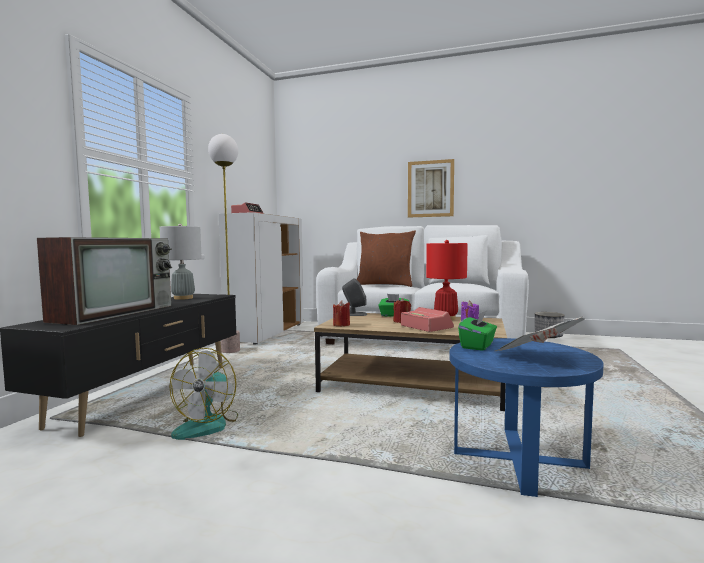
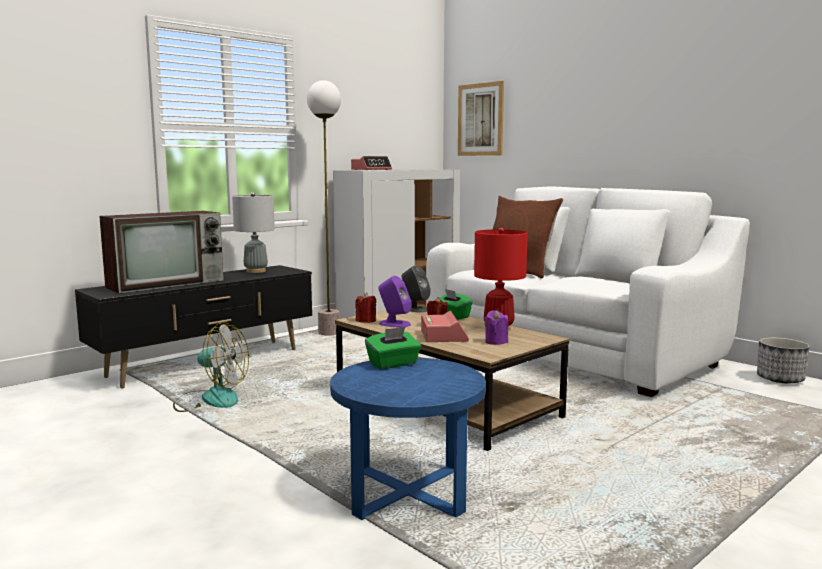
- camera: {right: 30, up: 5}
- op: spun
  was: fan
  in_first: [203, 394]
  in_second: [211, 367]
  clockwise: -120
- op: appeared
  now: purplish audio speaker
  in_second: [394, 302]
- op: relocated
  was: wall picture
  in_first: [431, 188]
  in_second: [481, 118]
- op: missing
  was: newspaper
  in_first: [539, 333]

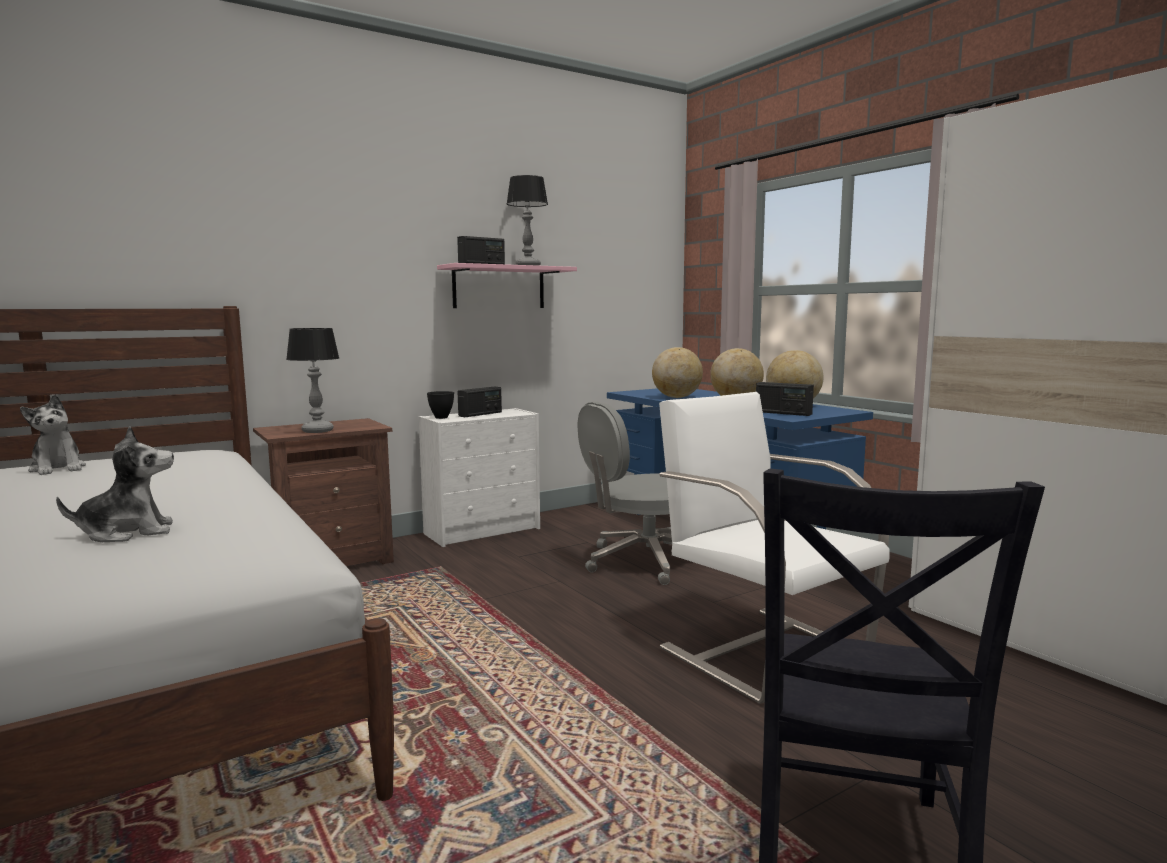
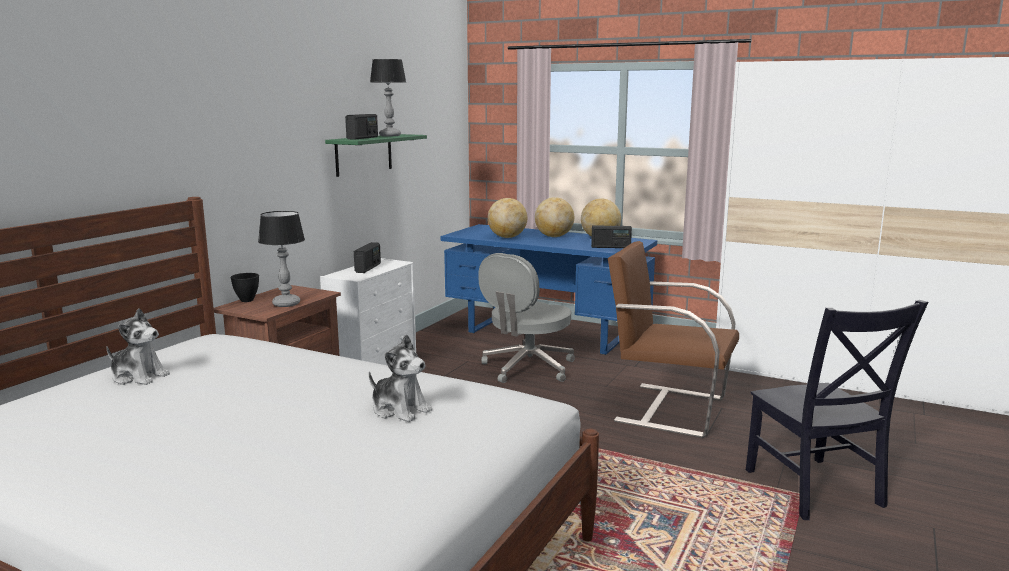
- camera: {right: -30, up: 5}
- op: relocated
  was: black-coloured serving bowl
  in_first: [440, 405]
  in_second: [245, 287]
- op: colour
  was: pink bracket shelf
  now: green bracket shelf
  in_first: [507, 285]
  in_second: [376, 155]
- op: spun
  was: cuddly toy
  in_first: [115, 484]
  in_second: [400, 378]
  clockwise: 90
- op: colour
  was: white armchair
  now: brown armchair
  in_first: [774, 548]
  in_second: [673, 339]

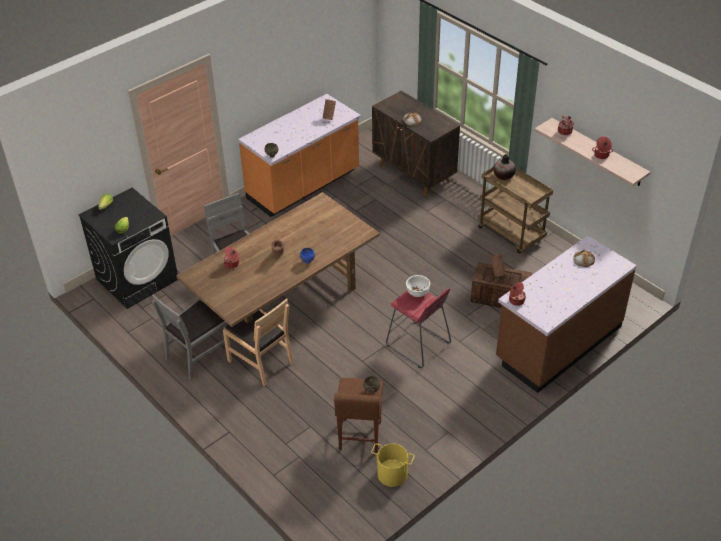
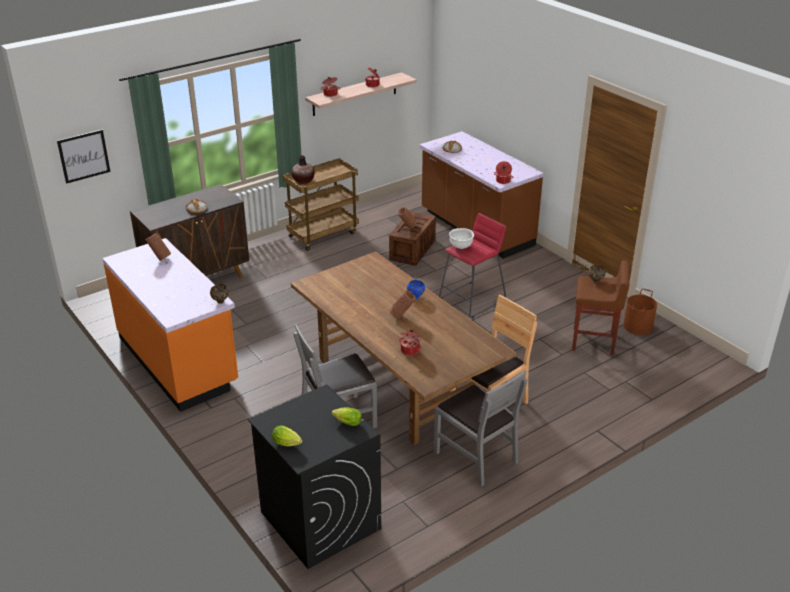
- camera: {right: -85, up: -10}
- op: appeared
  now: wall picture
  in_second: [83, 157]
- op: colour
  was: yellow water bucket
  now: brown water bucket
  in_first: [393, 465]
  in_second: [640, 312]

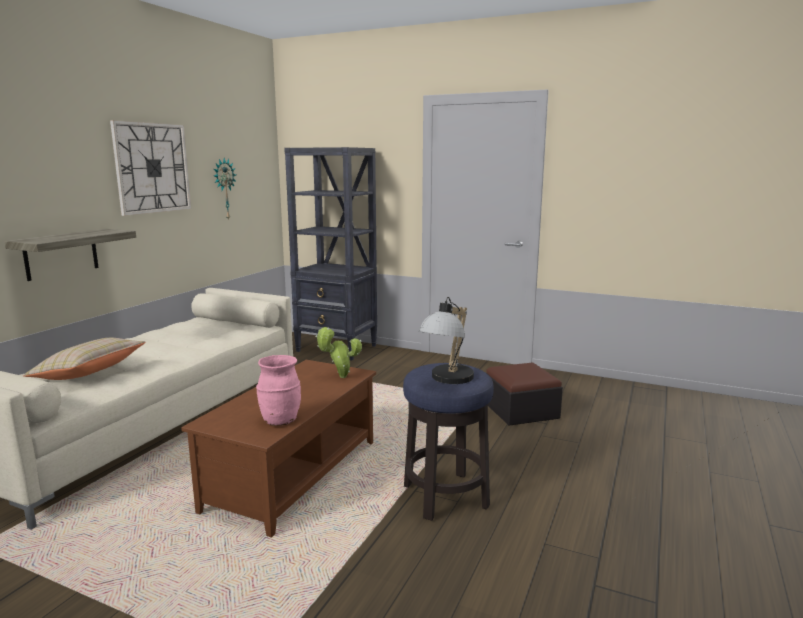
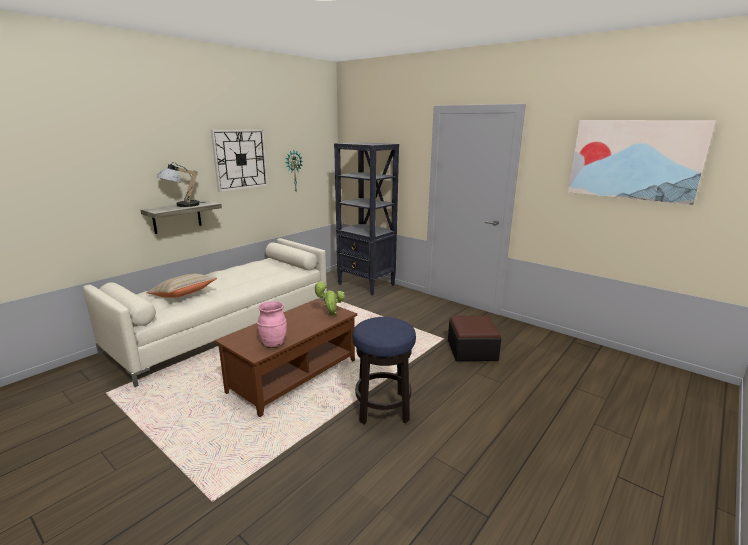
- camera: {right: 15, up: 5}
- op: relocated
  was: tabletop lamp
  in_first: [446, 340]
  in_second: [181, 184]
- op: appeared
  now: wall picture
  in_second: [642, 162]

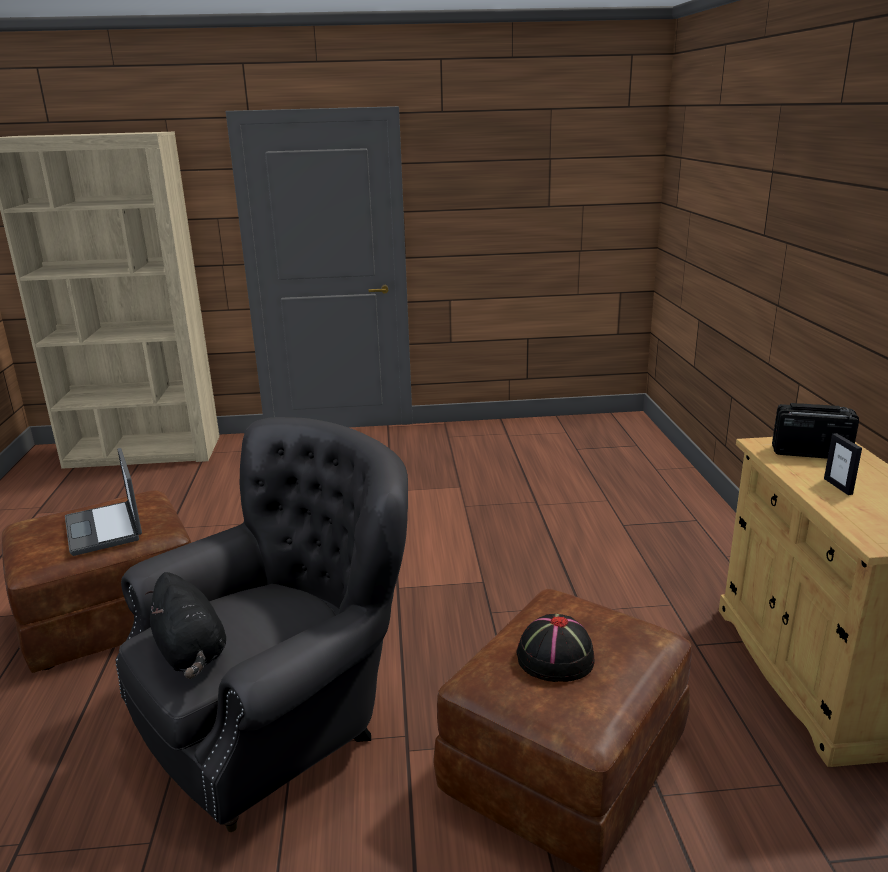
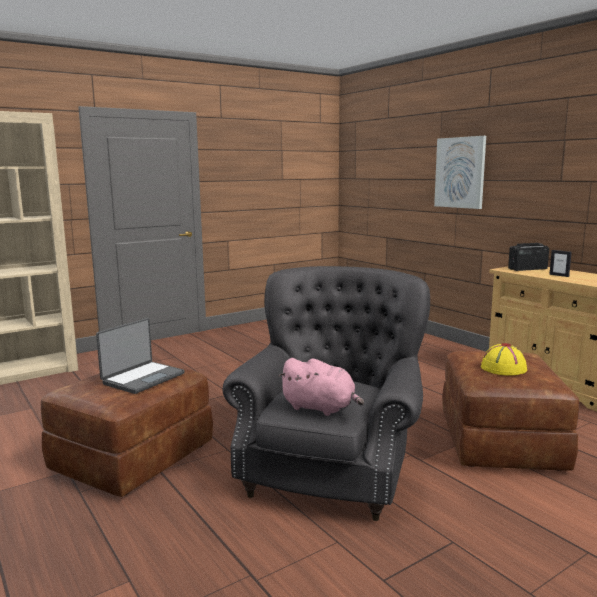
- camera: {right: -30, up: -10}
- op: spun
  was: notebook computer
  in_first: [103, 502]
  in_second: [140, 356]
  clockwise: -90
- op: colour
  was: black-coloured cuddly toy
  now: pink cuddly toy
  in_first: [185, 625]
  in_second: [321, 387]
- op: appeared
  now: wall picture
  in_second: [460, 172]
- op: colour
  was: black-coloured wearable hat
  now: yellow wearable hat
  in_first: [556, 648]
  in_second: [504, 359]

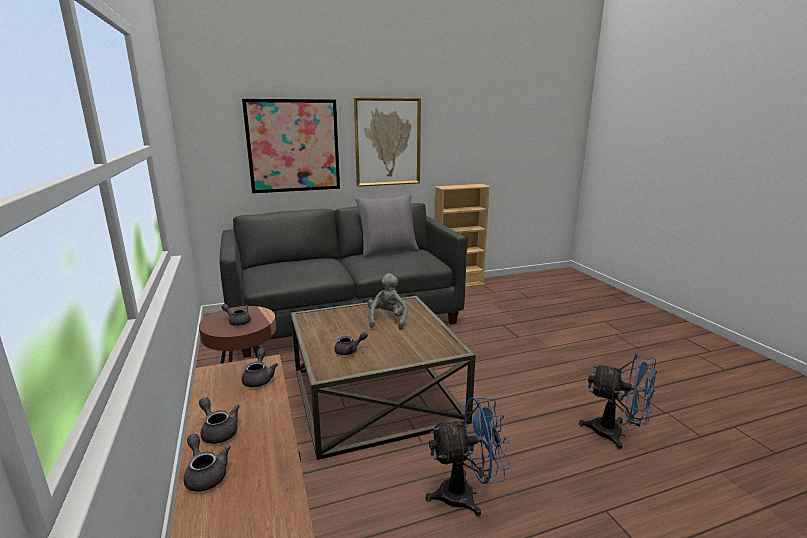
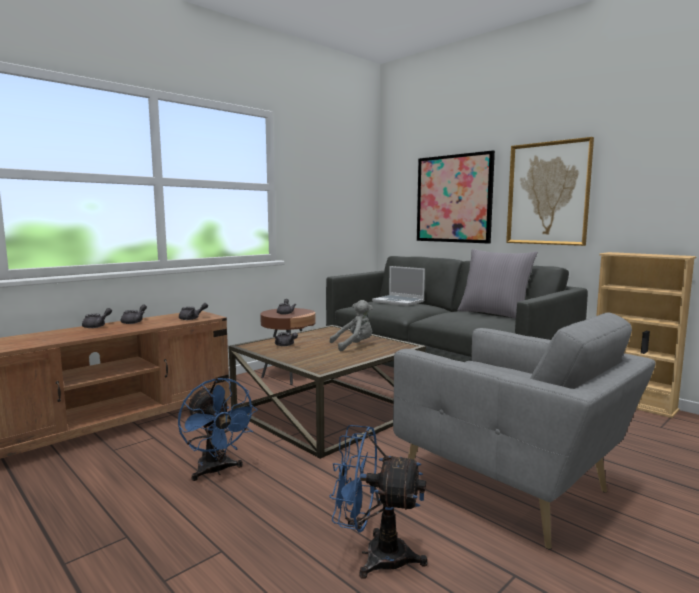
- camera: {right: 65, up: -10}
- op: spun
  was: blue-coloured fan
  in_first: [618, 401]
  in_second: [378, 502]
  clockwise: 105
- op: appeared
  now: notebook computer
  in_second: [398, 286]
- op: appeared
  now: gray armchair
  in_second: [524, 430]

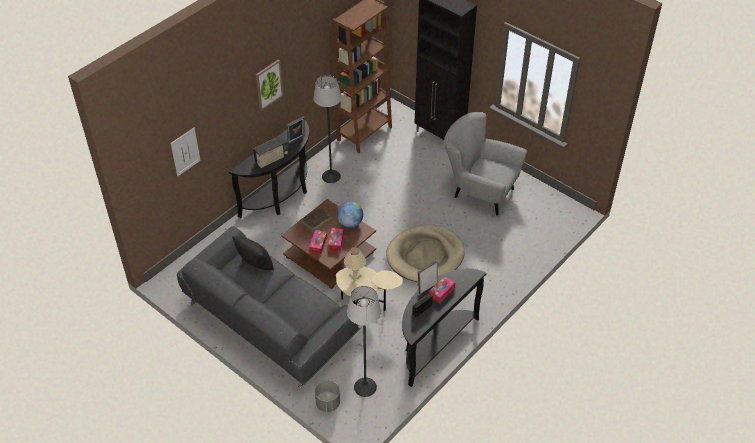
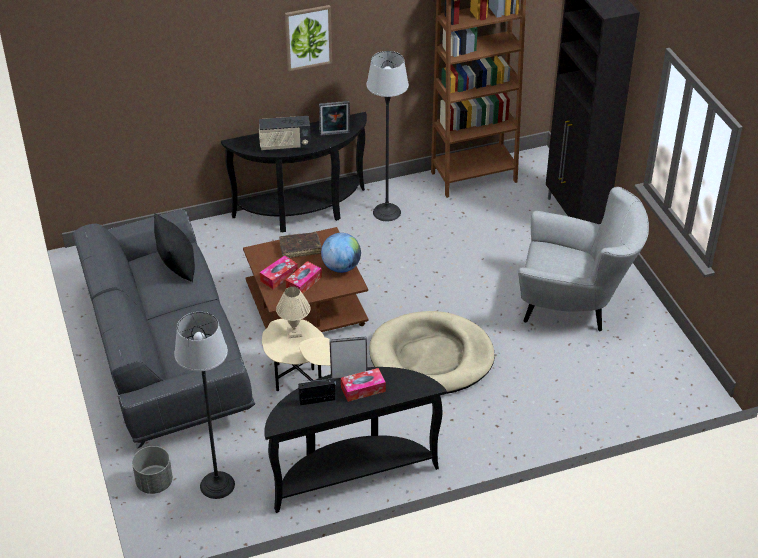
- camera: {right: 30, up: -5}
- op: spun
  was: gray armchair
  in_first: [485, 164]
  in_second: [583, 259]
  clockwise: 135
- op: missing
  was: wall picture
  in_first: [186, 152]

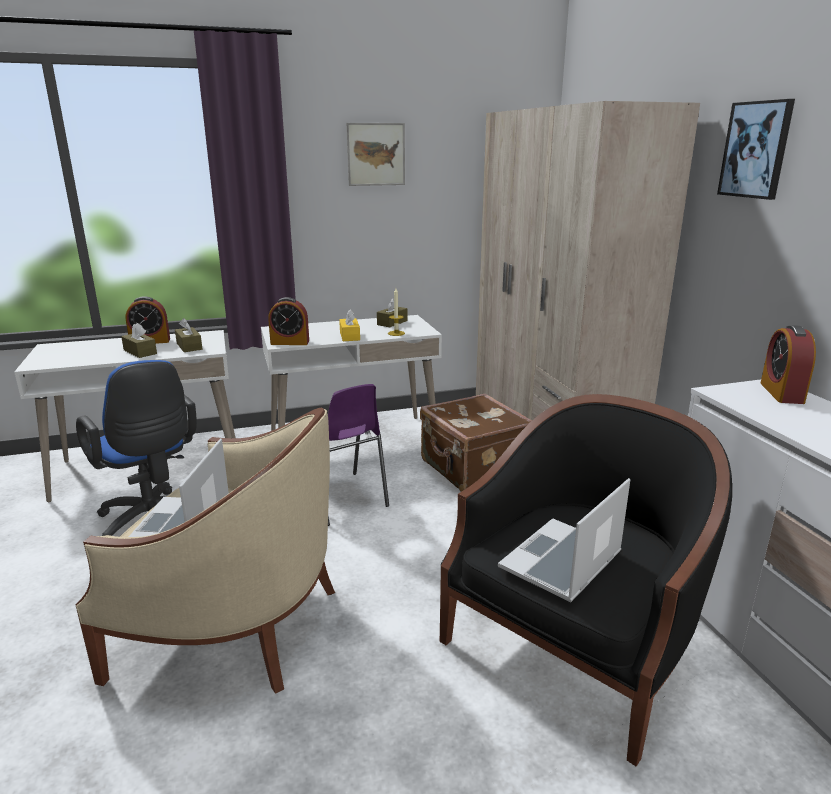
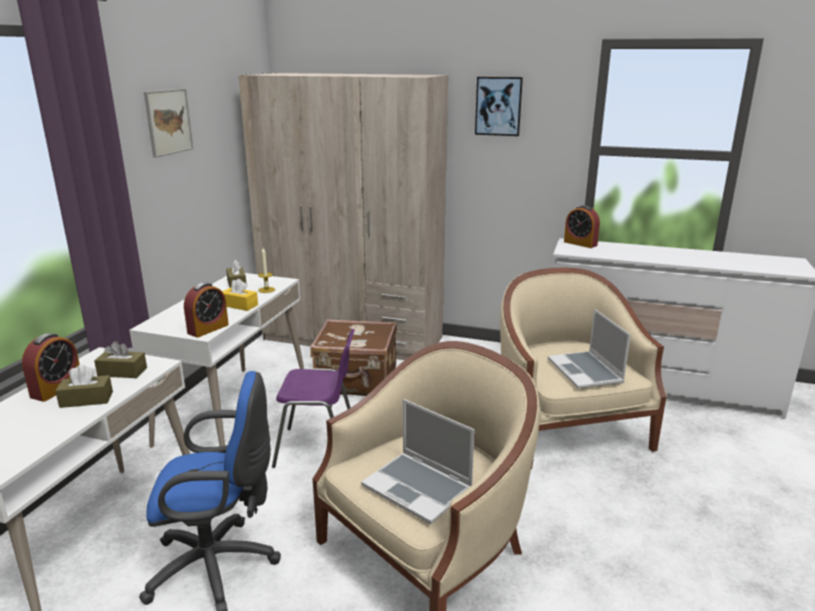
- camera: {right: -55, up: 0}
- op: colour
  was: black-coloured armchair
  now: beige armchair
  in_first: [586, 580]
  in_second: [583, 369]

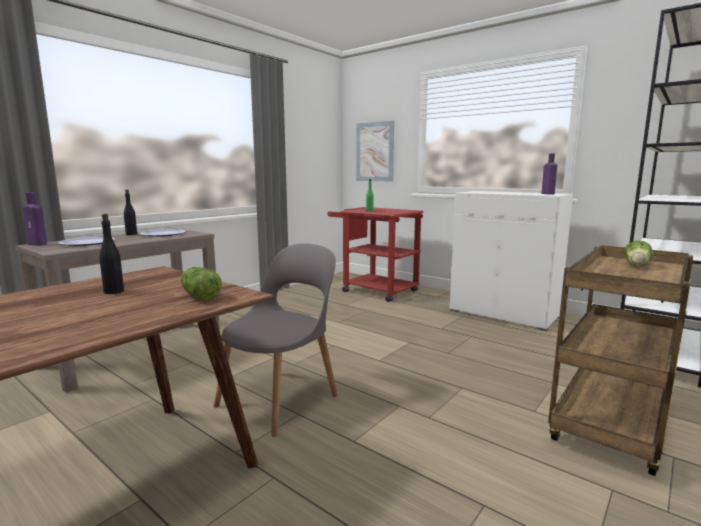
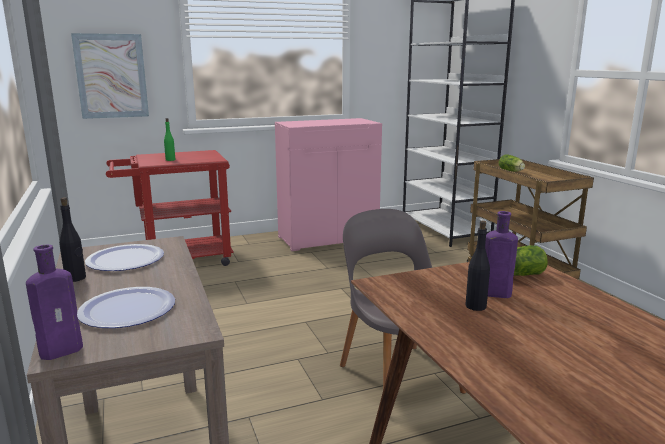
- camera: {right: -60, up: 5}
- op: colour
  was: white storage cabinet
  now: pink storage cabinet
  in_first: [511, 261]
  in_second: [328, 184]
- op: relocated
  was: purplish beverage bottle
  in_first: [549, 173]
  in_second: [501, 254]

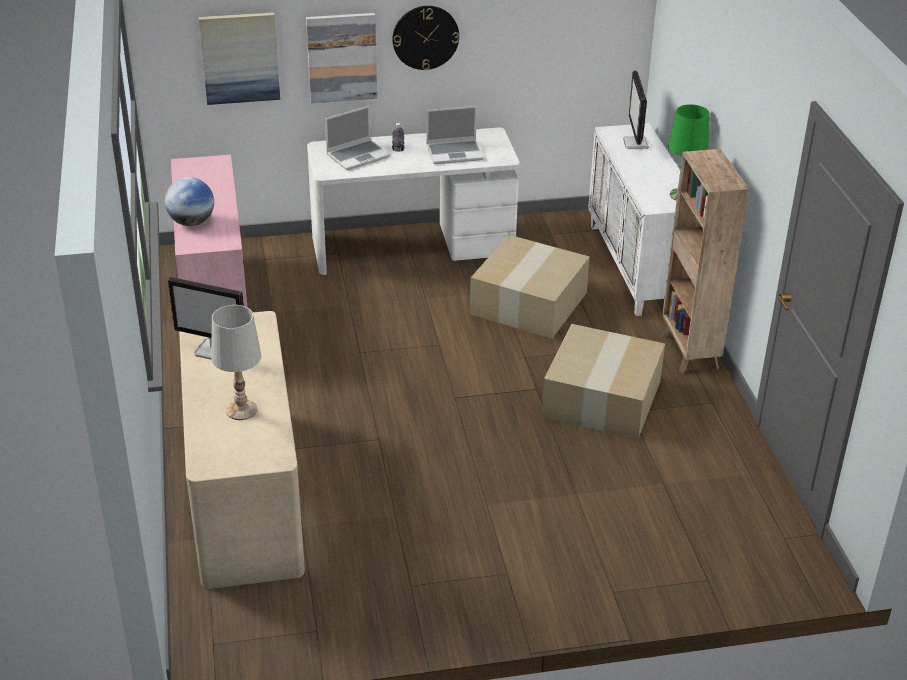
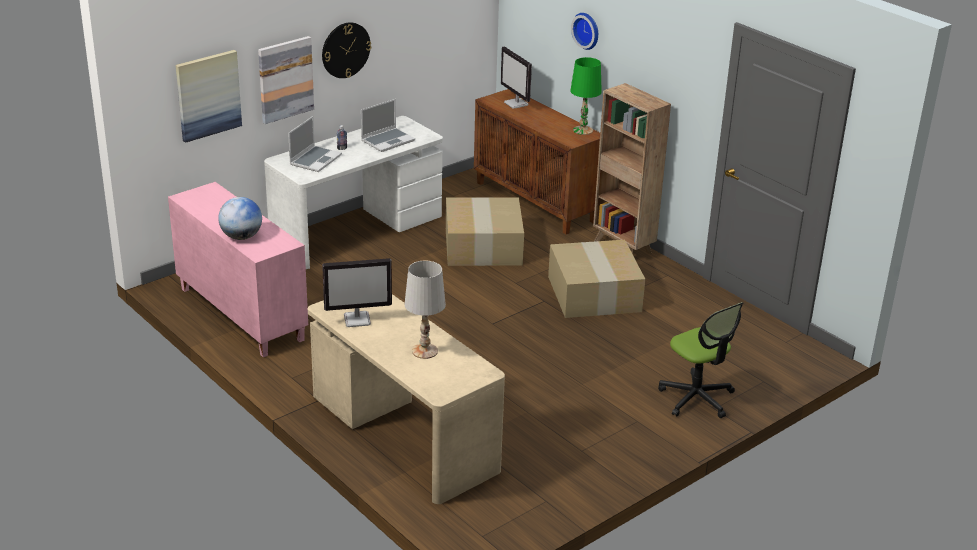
- camera: {right: -30, up: -5}
- op: colour
  was: white storage cabinet
  now: brown storage cabinet
  in_first: [634, 219]
  in_second: [537, 161]
- op: appeared
  now: wall clock
  in_second: [584, 31]
- op: appeared
  now: office chair
  in_second: [700, 360]

